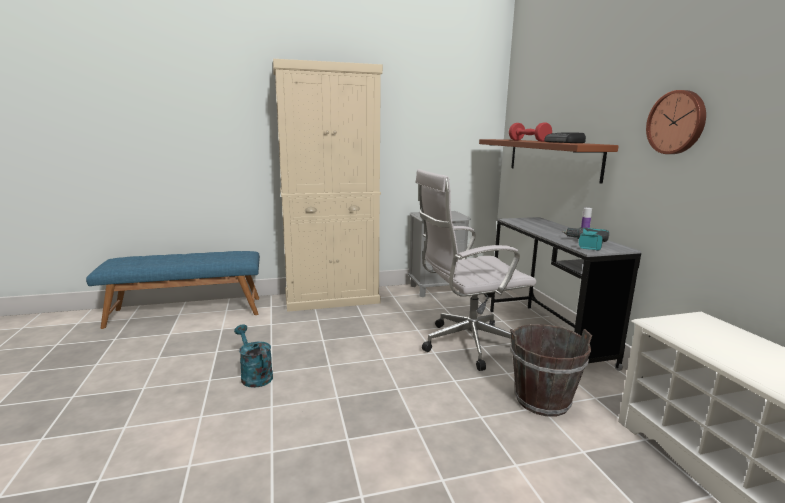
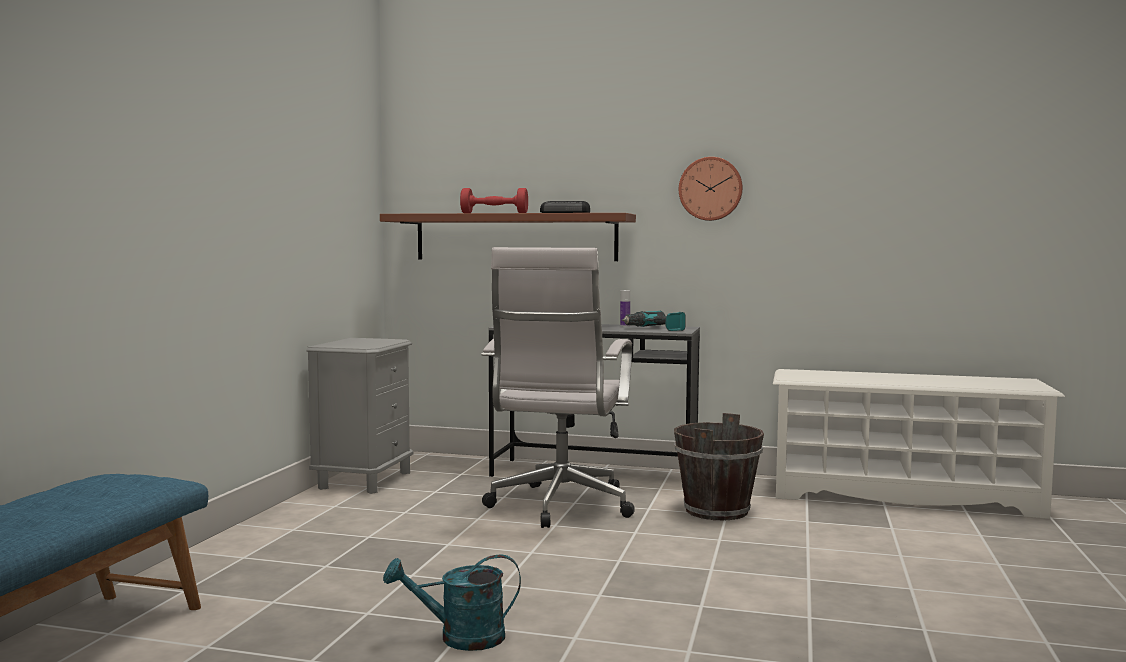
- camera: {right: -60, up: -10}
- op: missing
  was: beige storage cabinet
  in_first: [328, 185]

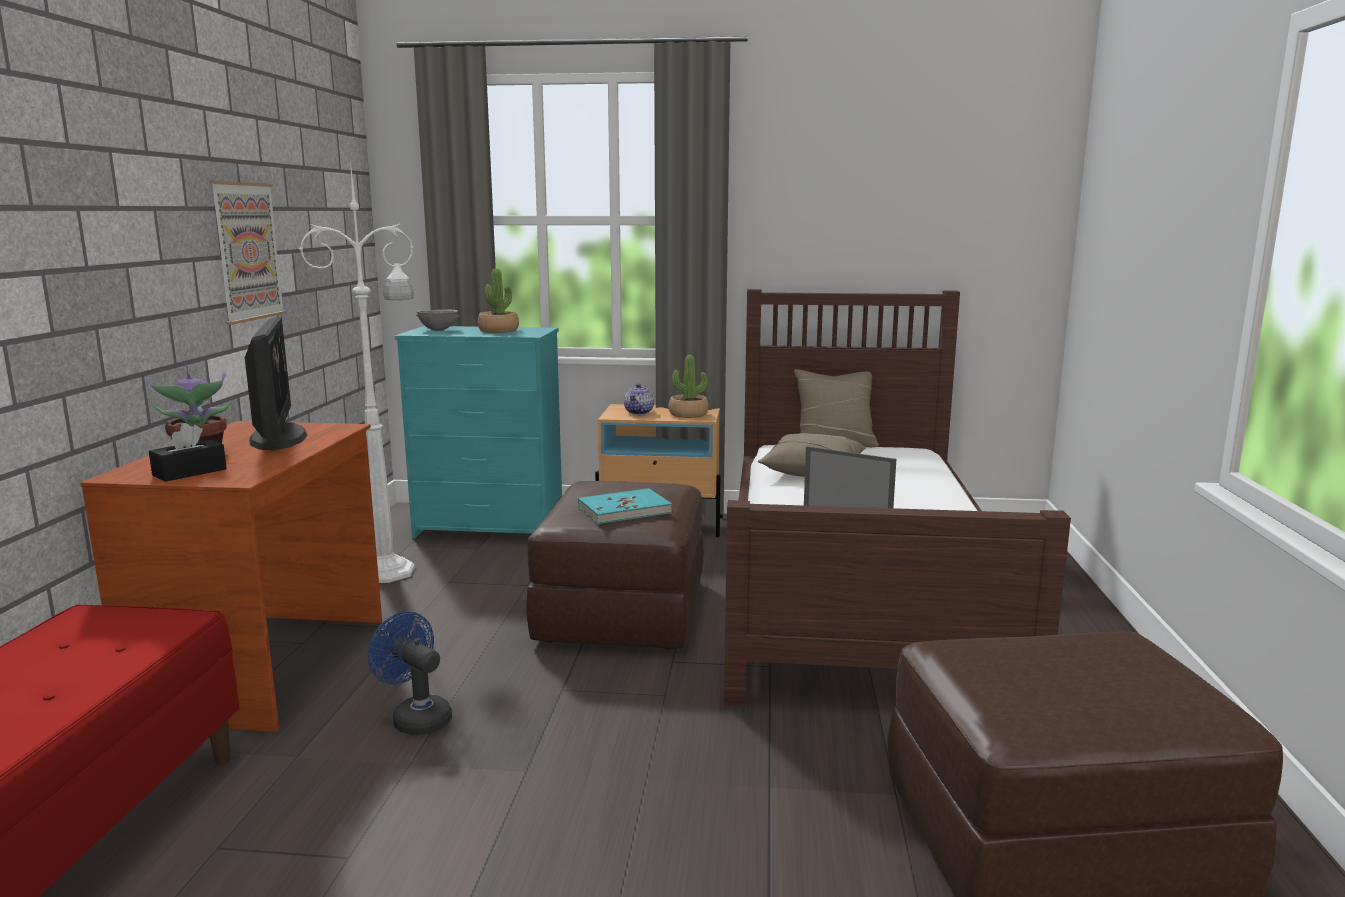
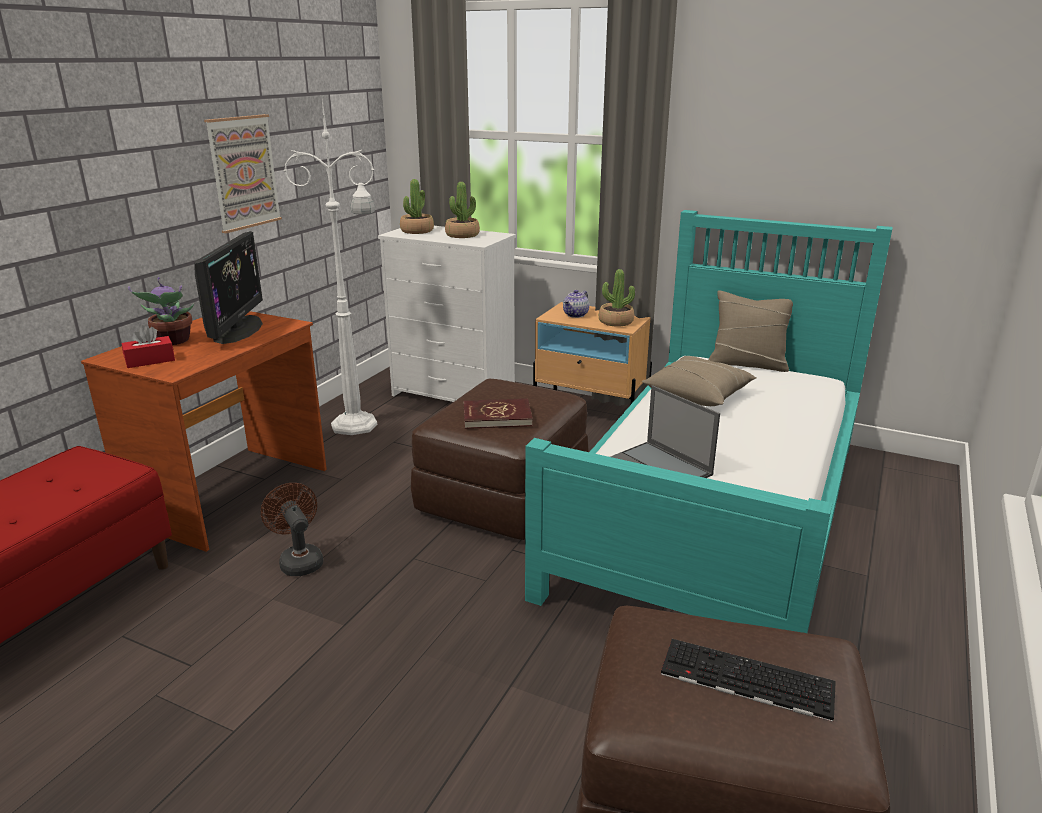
- camera: {right: 20, up: 10}
- op: colour
  was: black-coloured tissue box
  now: red tissue box
  in_first: [188, 452]
  in_second: [148, 346]
- op: colour
  was: blue-coloured fan
  now: brown fan
  in_first: [410, 673]
  in_second: [292, 529]
- op: colour
  was: blue-green chest of drawers
  now: white chest of drawers
  in_first: [478, 432]
  in_second: [447, 314]
- op: exchanged
  was: gray serving bowl
  now: potted plant
  in_first: [438, 320]
  in_second: [417, 206]
- op: colour
  was: blue-green book
  now: red book
  in_first: [625, 506]
  in_second: [498, 413]
- op: colour
  was: brown bed
  now: blue-green bed
  in_first: [897, 498]
  in_second: [709, 421]
- op: appeared
  now: keyboard
  in_second: [748, 680]

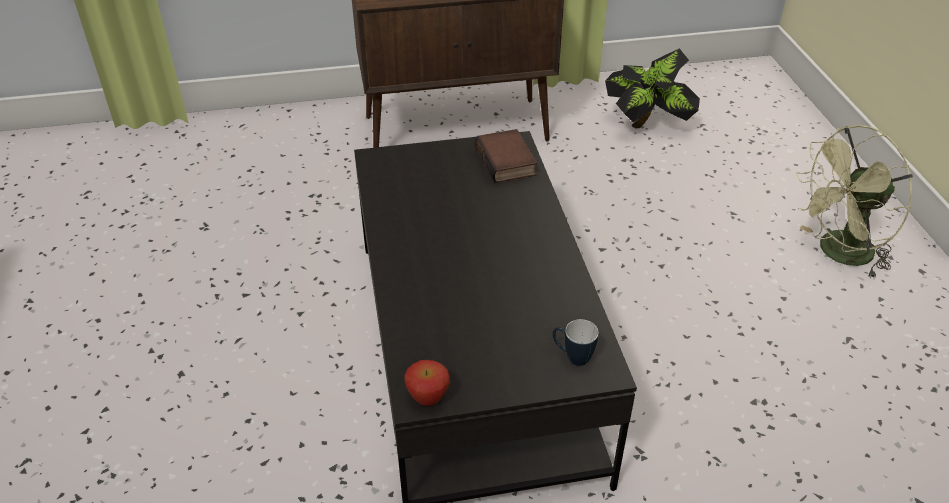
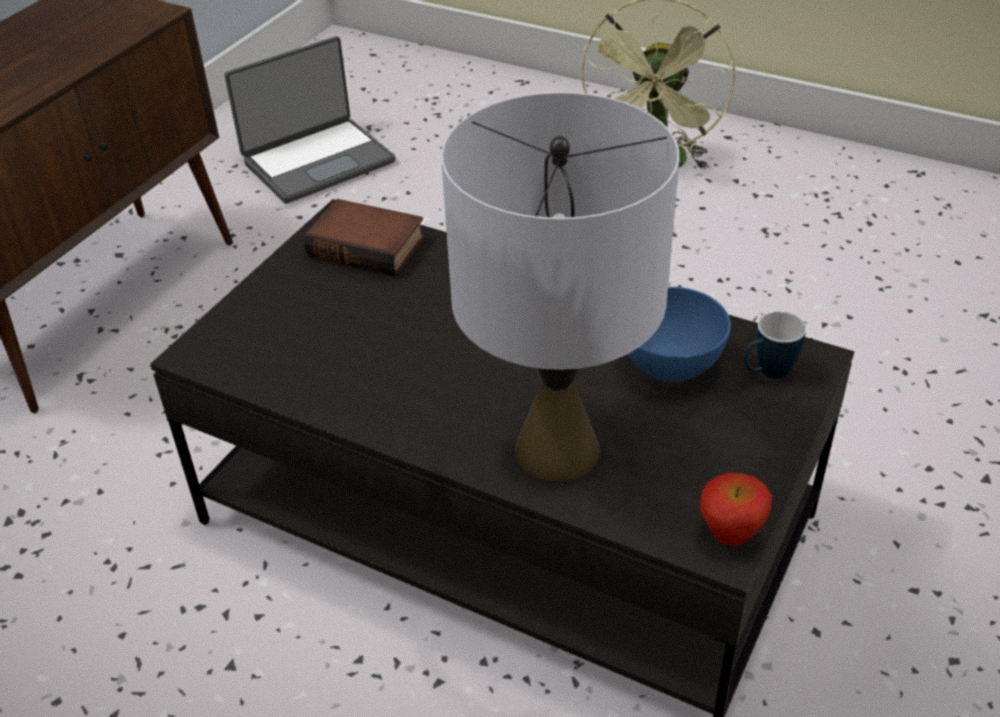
- camera: {right: -50, up: 0}
- op: exchanged
  was: potted plant
  now: notebook computer
  in_first: [652, 88]
  in_second: [309, 119]
- op: appeared
  now: gray tabletop lamp
  in_second: [560, 287]
- op: appeared
  now: blue-coloured serving bowl
  in_second: [679, 334]

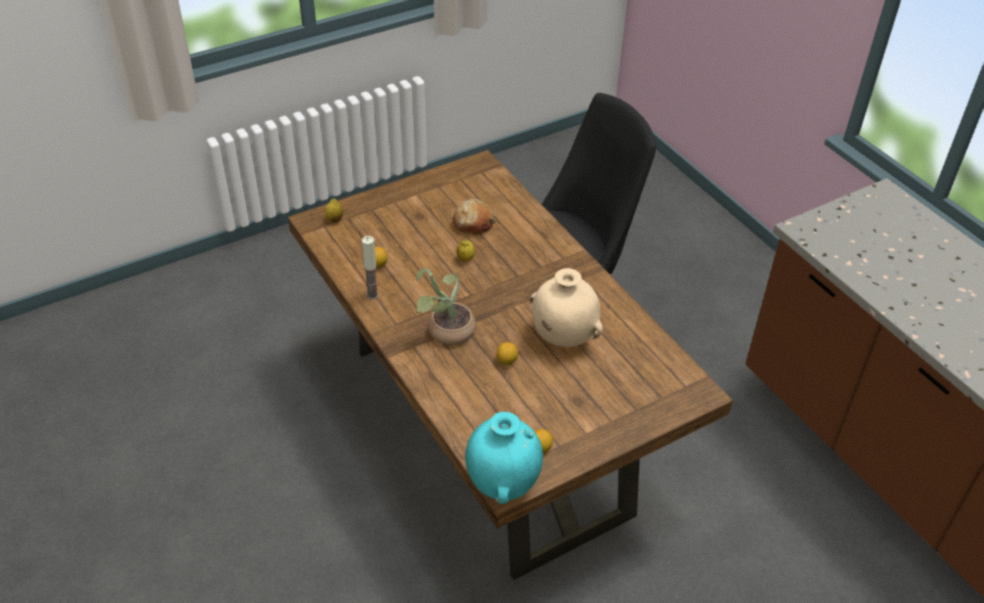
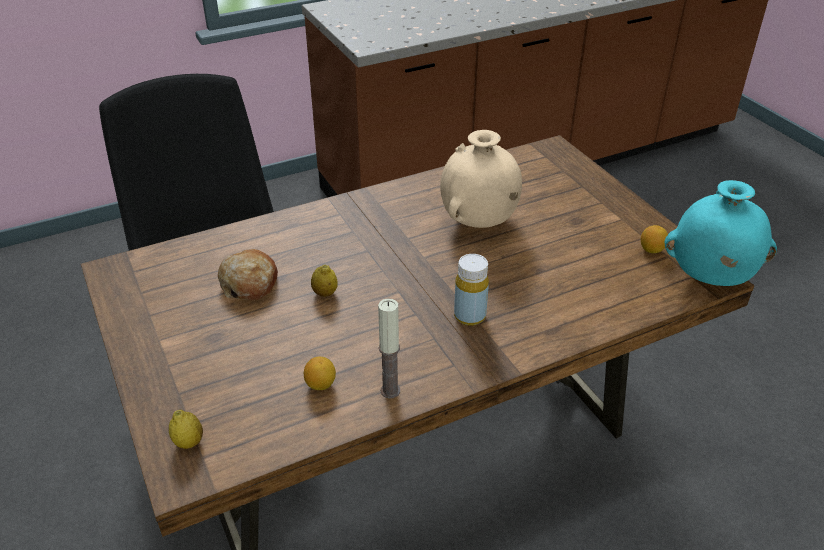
- camera: {right: -85, up: -5}
- op: exchanged
  was: potted plant
  now: yellow beverage bottle
  in_first: [446, 307]
  in_second: [471, 290]
- op: missing
  was: citrus fruit
  in_first: [507, 353]

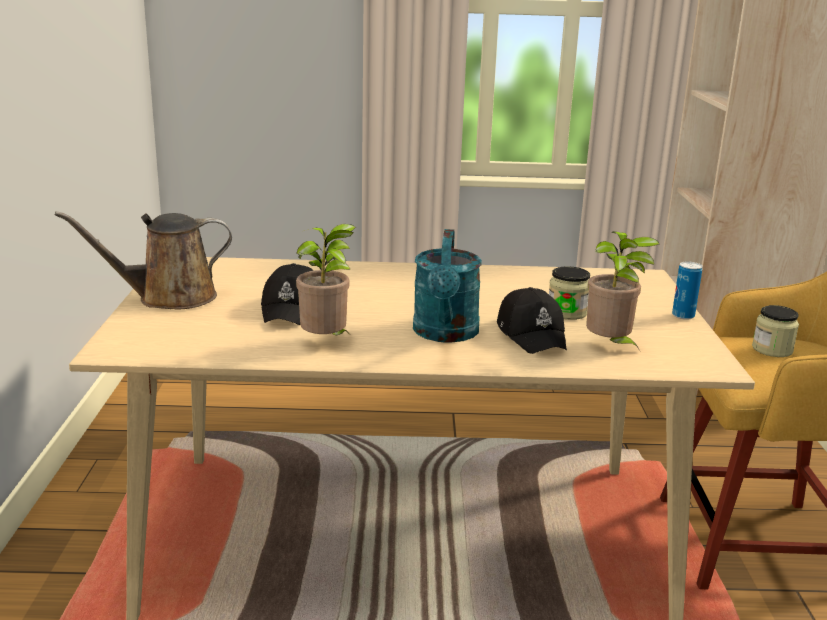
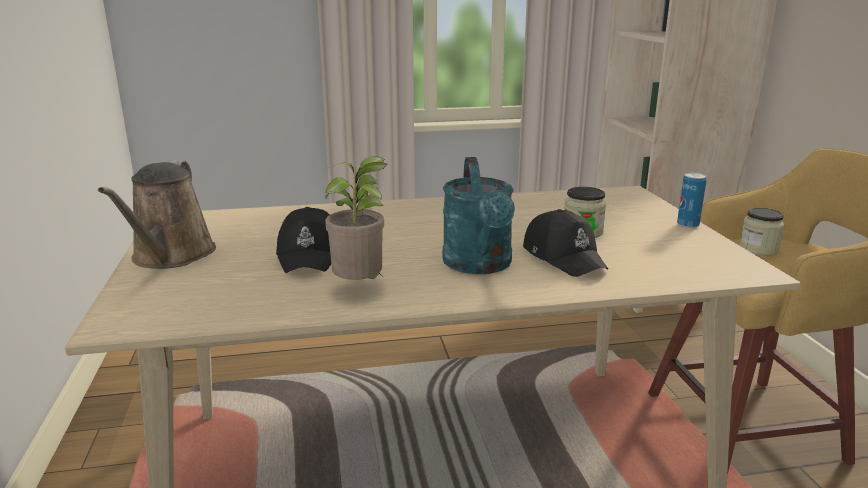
- camera: {right: -10, up: 0}
- op: spun
  was: brown watering can
  in_first: [143, 260]
  in_second: [157, 214]
  clockwise: -60
- op: missing
  was: potted plant
  in_first: [623, 291]

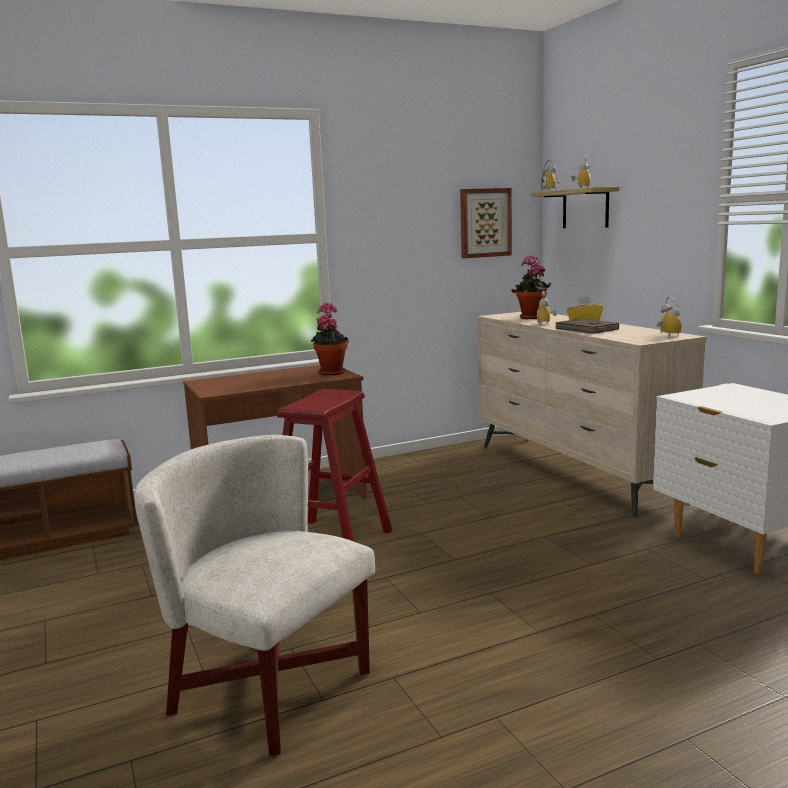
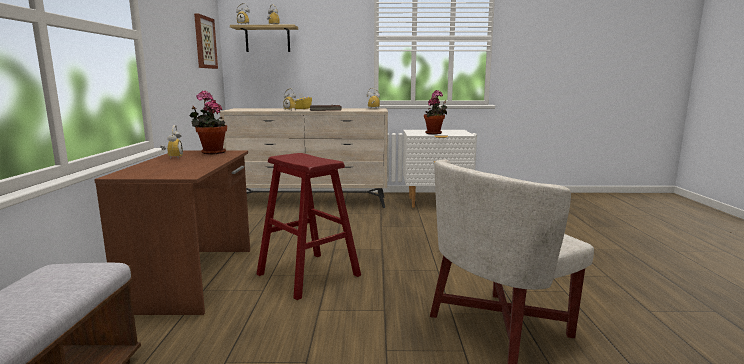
- camera: {right: -65, up: 0}
- op: appeared
  now: alarm clock
  in_second: [171, 142]
- op: relocated
  was: potted plant
  in_first: [531, 287]
  in_second: [435, 112]

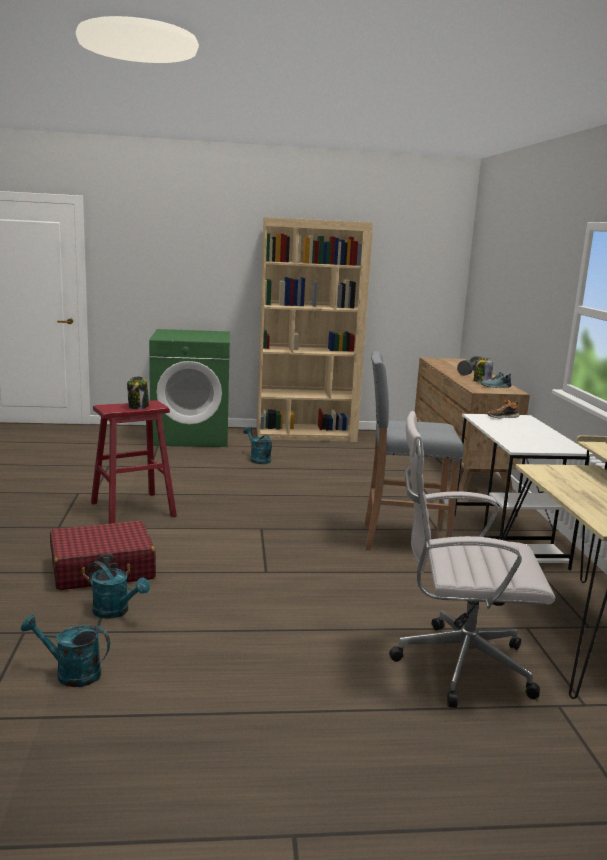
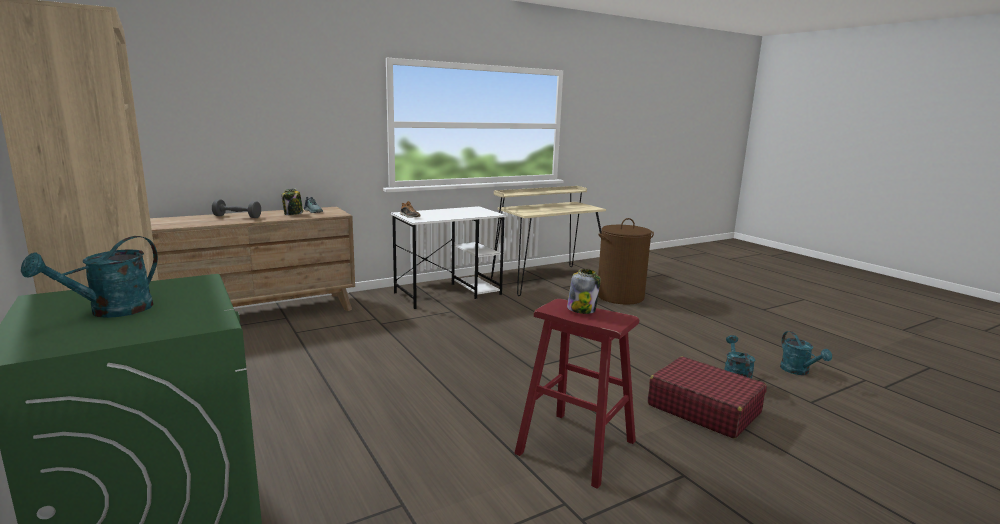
- camera: {right: -115, up: 0}
- op: relocated
  was: blue-green watering can
  in_first: [257, 445]
  in_second: [89, 277]
- op: exchanged
  was: white office chair
  now: brown hamper
  in_first: [472, 559]
  in_second: [626, 261]
- op: missing
  was: gray stool
  in_first: [414, 450]

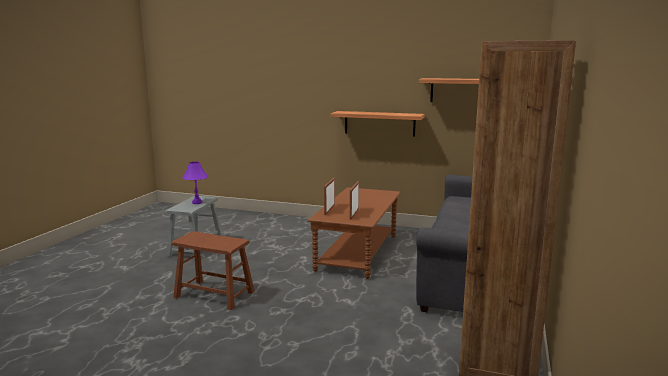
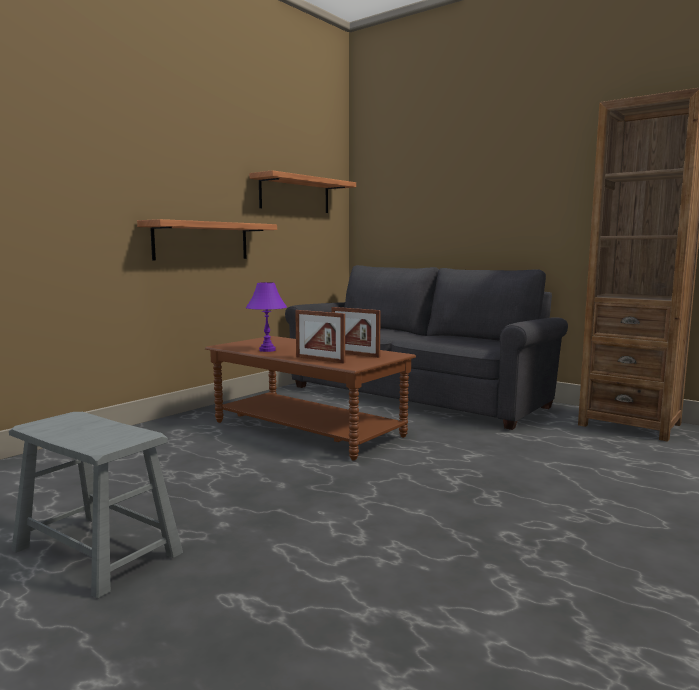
- camera: {right: -70, up: -5}
- op: relocated
  was: purplish tabletop lamp
  in_first: [195, 183]
  in_second: [266, 317]
- op: missing
  was: brown stool
  in_first: [213, 270]

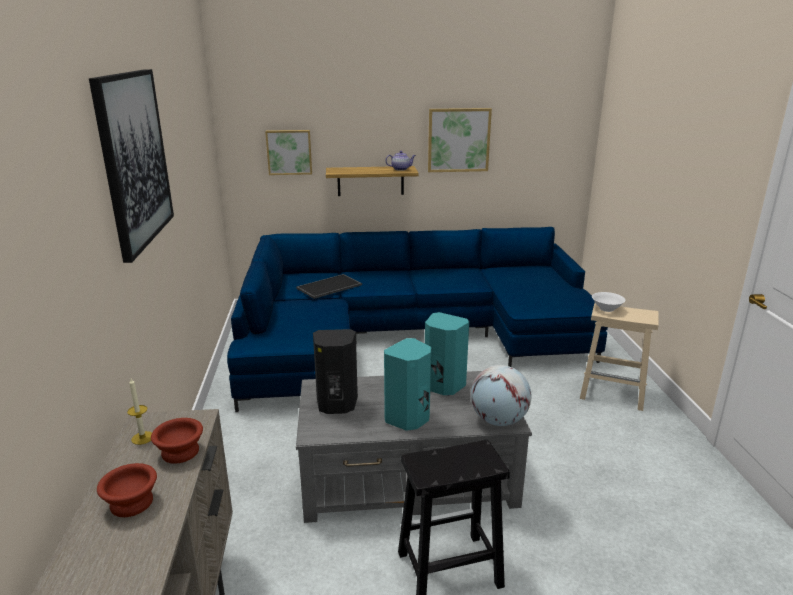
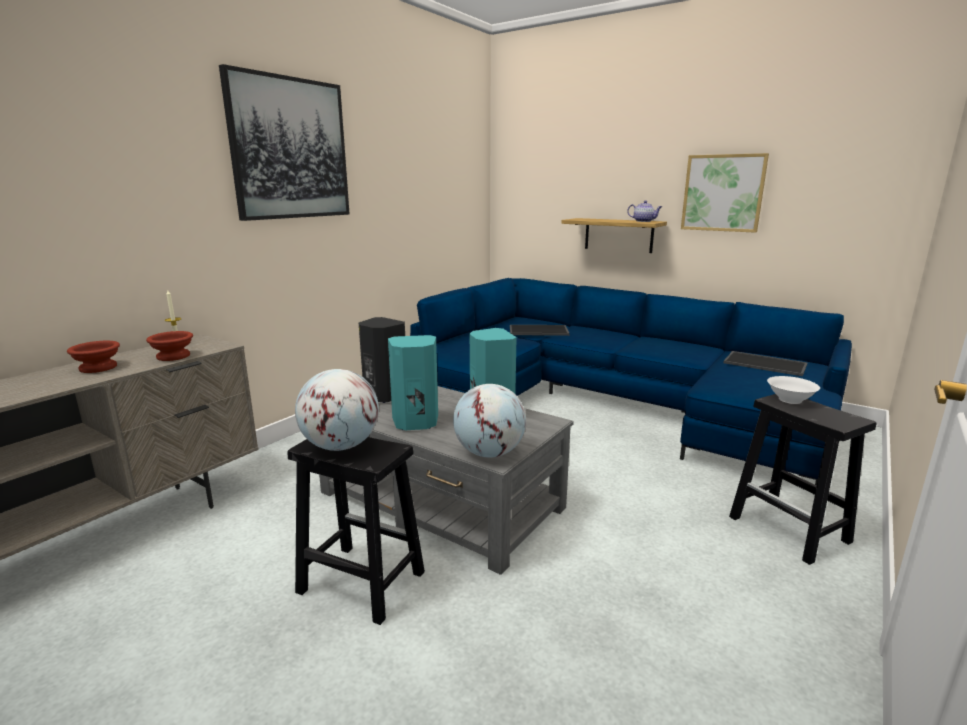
- camera: {right: 40, up: -5}
- op: appeared
  now: world globe
  in_second: [337, 410]
- op: appeared
  now: serving tray
  in_second: [765, 363]
- op: colour
  was: beige stool
  now: black-coloured stool
  in_first: [619, 357]
  in_second: [802, 479]
- op: missing
  was: wall picture
  in_first: [288, 152]

